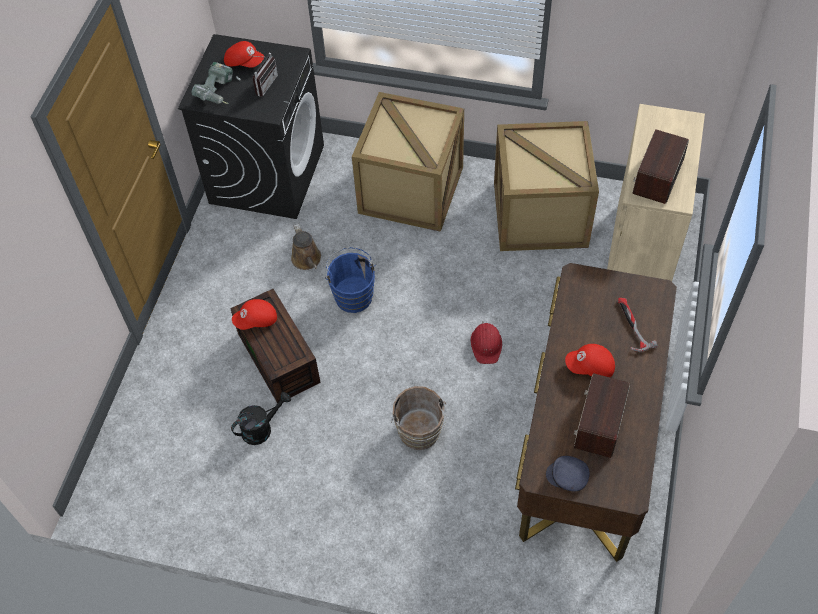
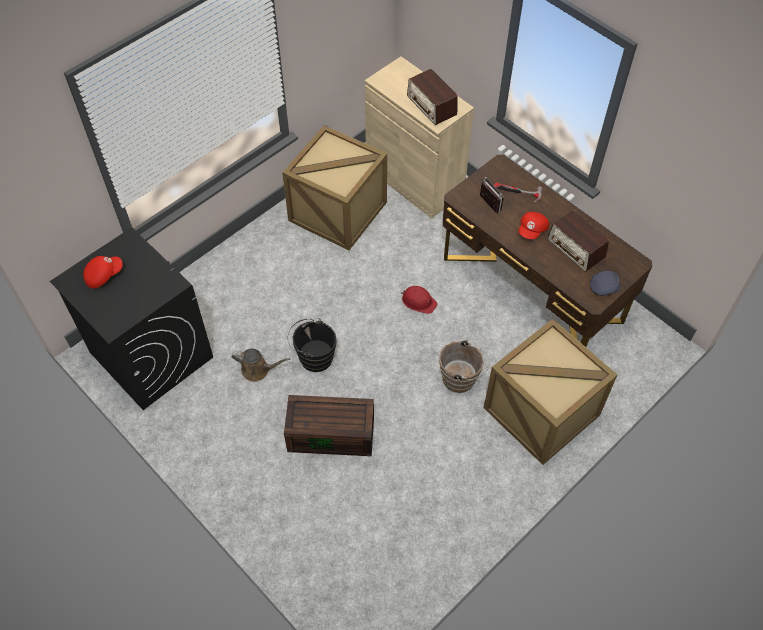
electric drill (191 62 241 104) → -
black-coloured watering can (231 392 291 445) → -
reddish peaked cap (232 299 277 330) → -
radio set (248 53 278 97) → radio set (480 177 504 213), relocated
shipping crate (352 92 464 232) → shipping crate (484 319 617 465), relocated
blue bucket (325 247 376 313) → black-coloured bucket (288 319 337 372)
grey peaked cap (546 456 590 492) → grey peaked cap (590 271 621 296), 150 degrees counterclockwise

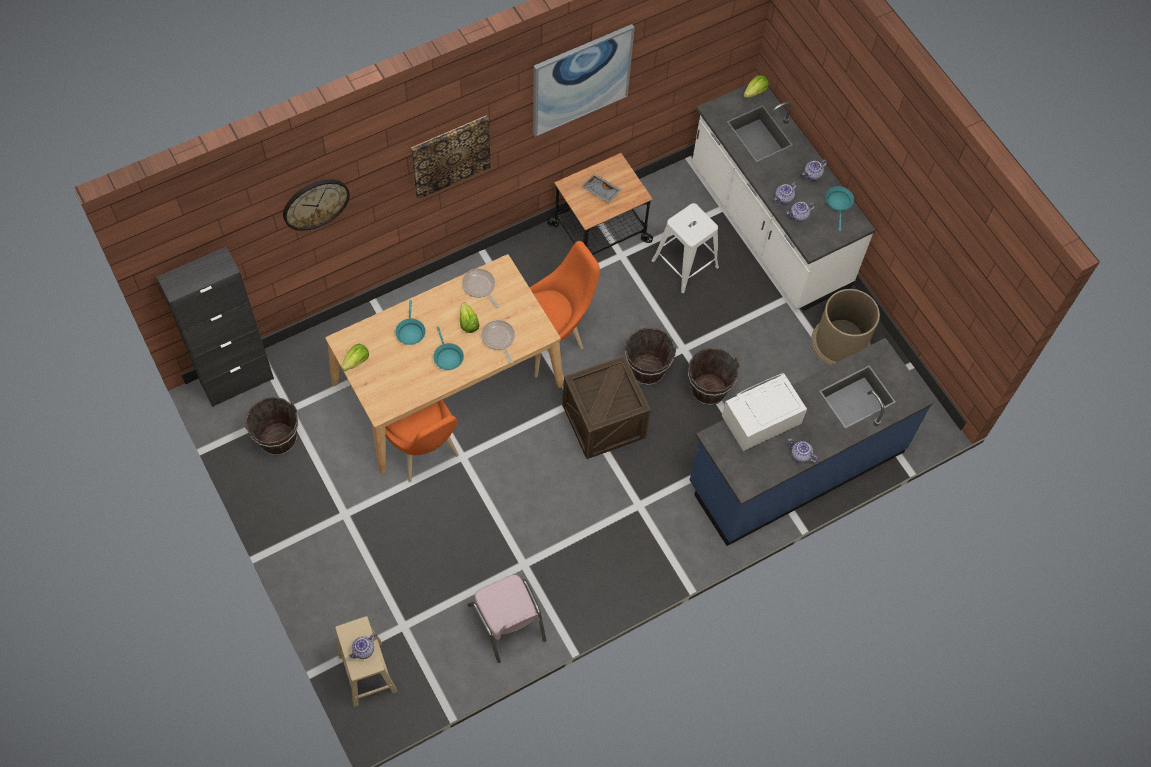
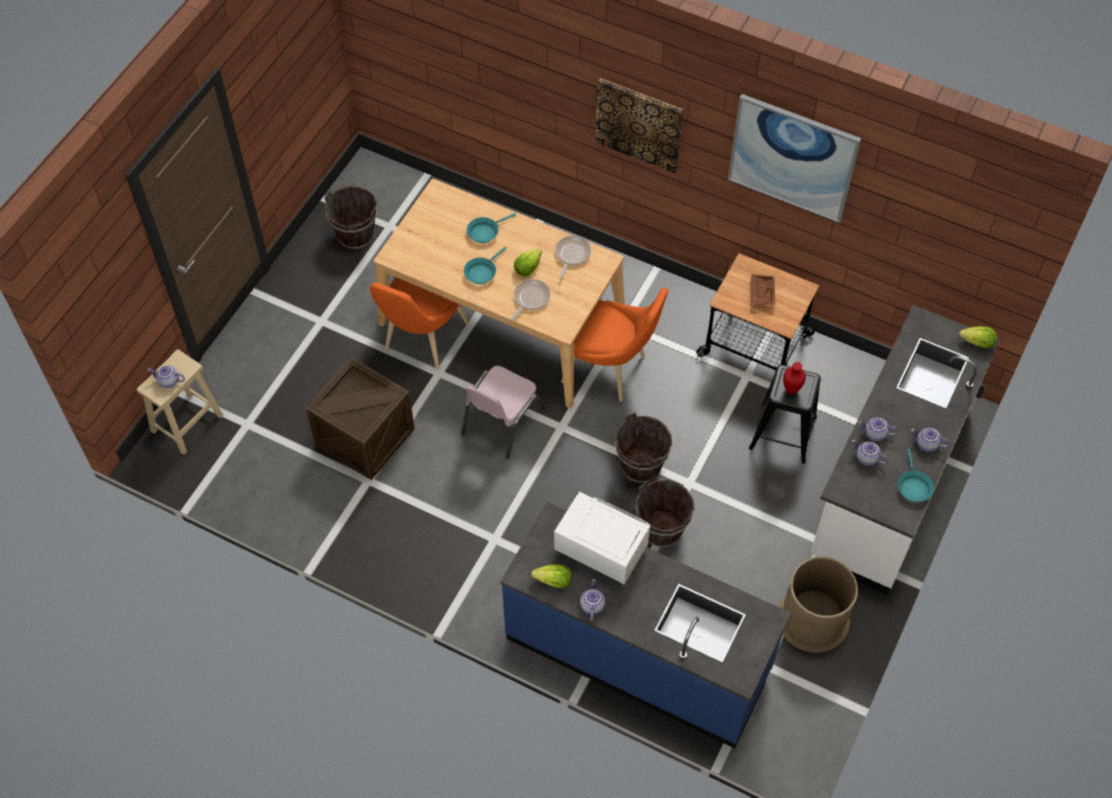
black-coloured storage cabinet (157 247 274 407) → -
hanging clock (283 180 350 231) → -
- → reddish vase (783 362 806 394)
lettuce (341 344 369 371) → lettuce (531 565 572 588), relocated
pink-coloured chair (468 575 546 663) → pink-coloured chair (461 366 546 459), relocated
shipping crate (562 355 651 459) → shipping crate (306 357 415 480), relocated
grey tray (581 174 622 203) → brown-coloured tray (751 274 775 306)
white sitting stool (651 203 719 294) → black-coloured sitting stool (749 365 821 464)
turquoise pan (825 186 854 232) → turquoise pan (898 449 934 502), 120 degrees clockwise

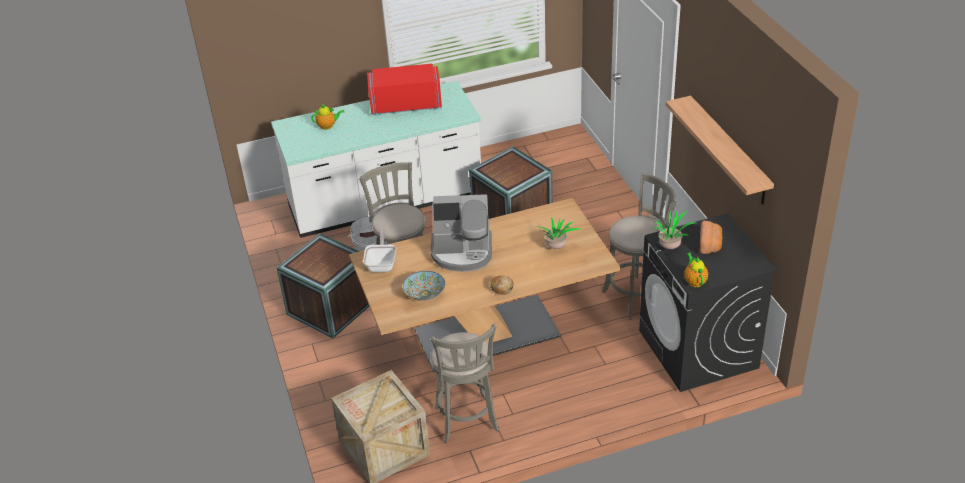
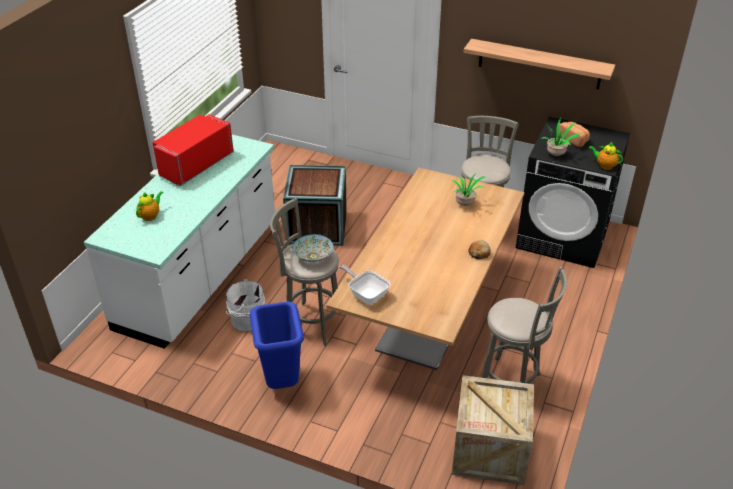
coffee machine (431 194 492 272) → -
bowl (403 271 445 301) → bowl (292 234 334 262), relocated
shipping crate (276 233 370 338) → blue rubbish bin (250 301 304 389)

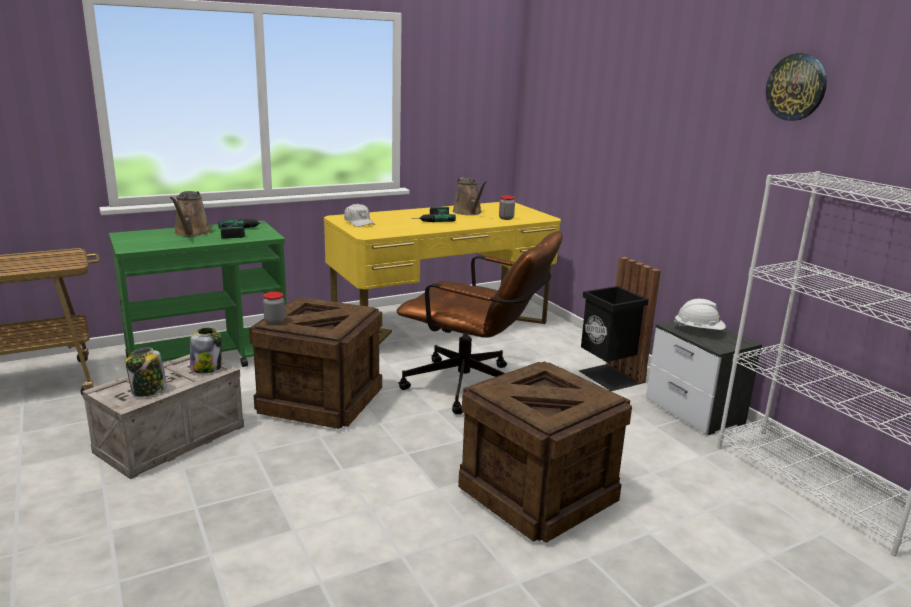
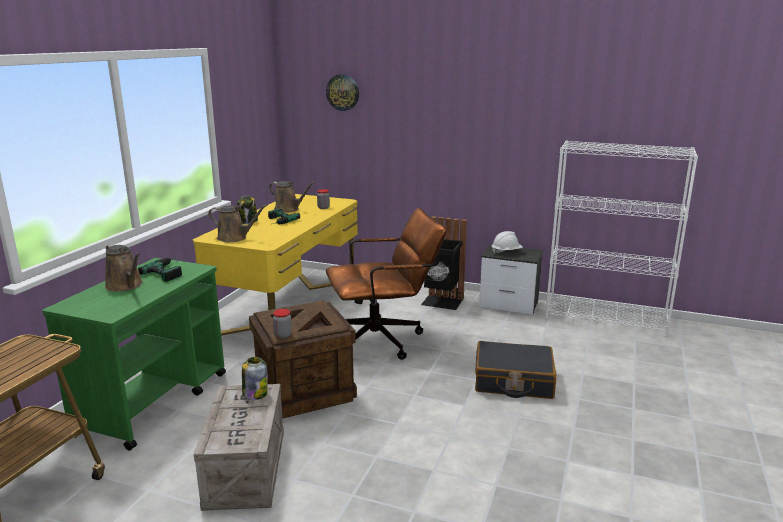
preserve jar (125 347 167 397) → preserve jar (237 195 258 224), relocated
hanging clock (766 53 827 121) → hanging clock (326 74 359 111), relocated
white peaked cap (344 203 375 227) → brown-coloured watering can (208 204 268 242)
shipping crate (458 361 632 543) → black-coloured travel case (475 341 557 399)

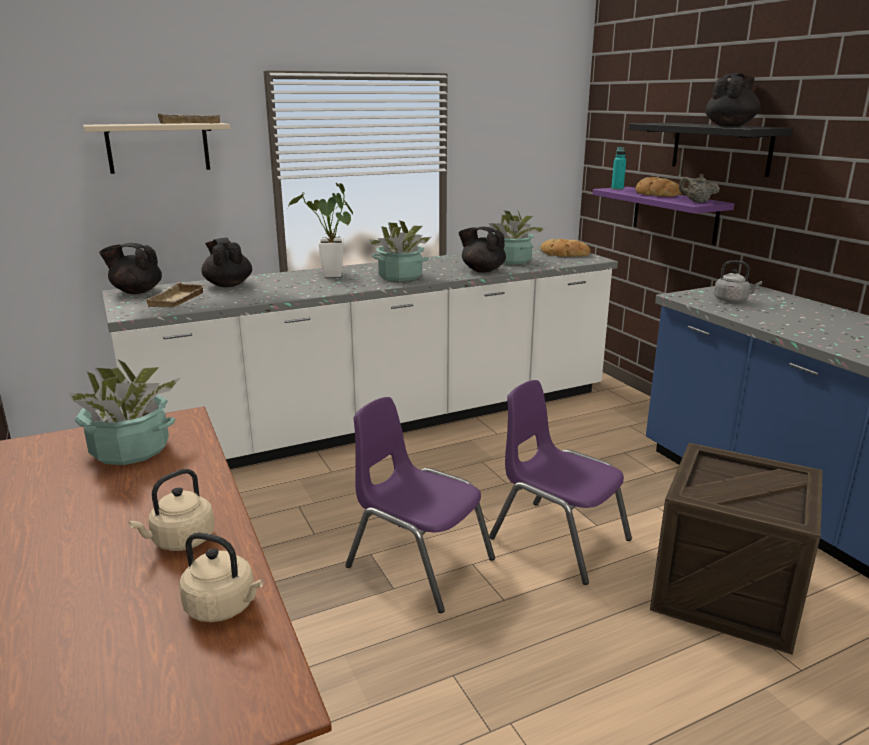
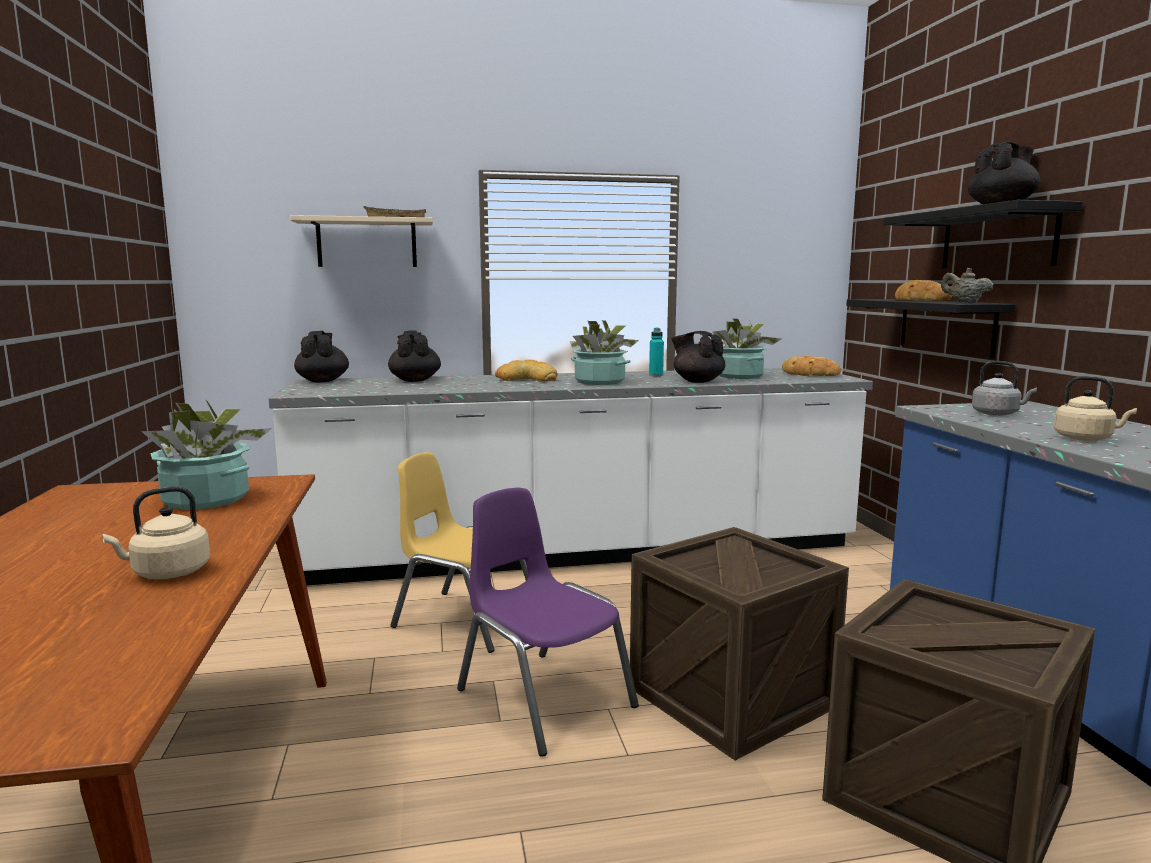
beige-coloured tray (144 282 206 307) → -
- → yellowish chair (390 452 528 653)
beige-coloured tea kettle (179 533 263 622) → beige-coloured tea kettle (1054 376 1137 441), relocated
turquoise drink bottle (611 147 626 190) → turquoise drink bottle (649 328 664 376), relocated
potted plant (289 183 353 277) → bread (495 360 558 382)
purplish chair (489 380 632 585) → shipping crate (630 527 849 760)
purplish shelf (592 187 734 245) → black-coloured shelf (846 299 1016 358)
black-coloured pot for tea (99 243 162 294) → black-coloured pot for tea (294 331 349 383), 60 degrees clockwise

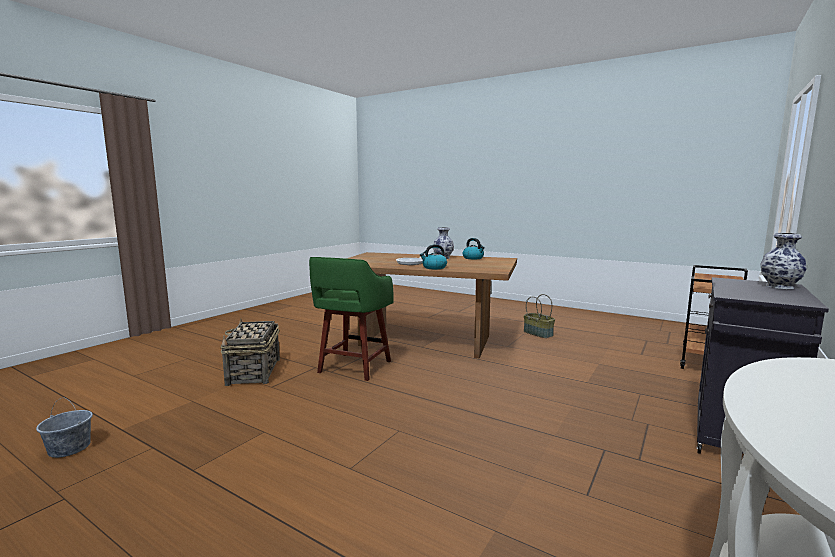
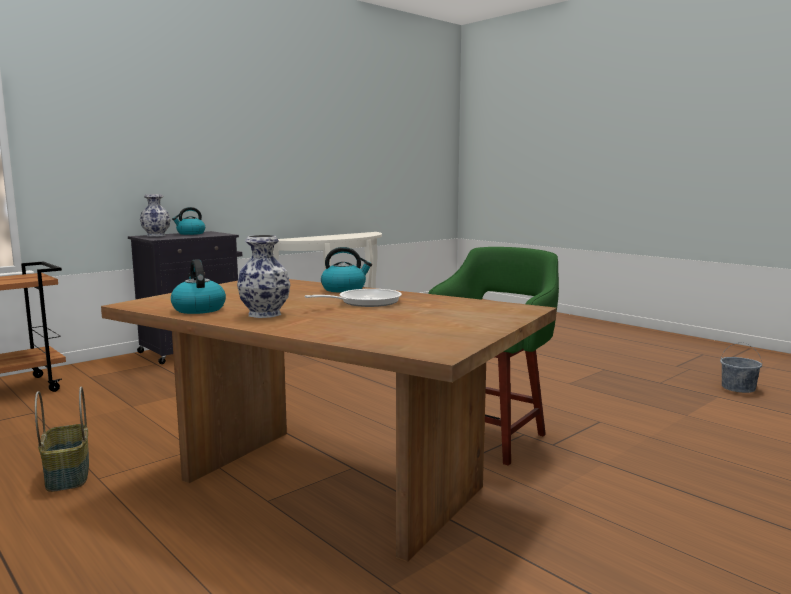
household basket (220 319 280 386) → -
- → tea kettle (172 207 205 235)

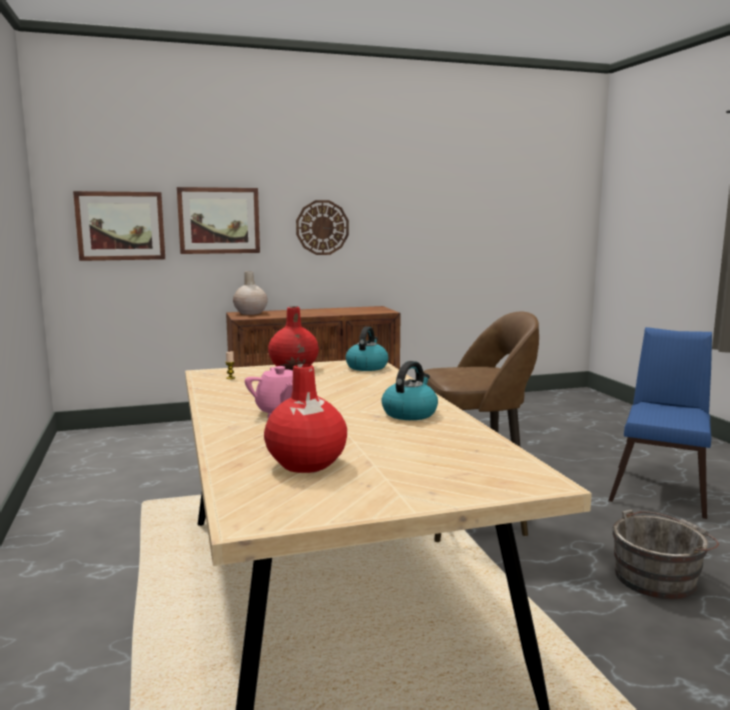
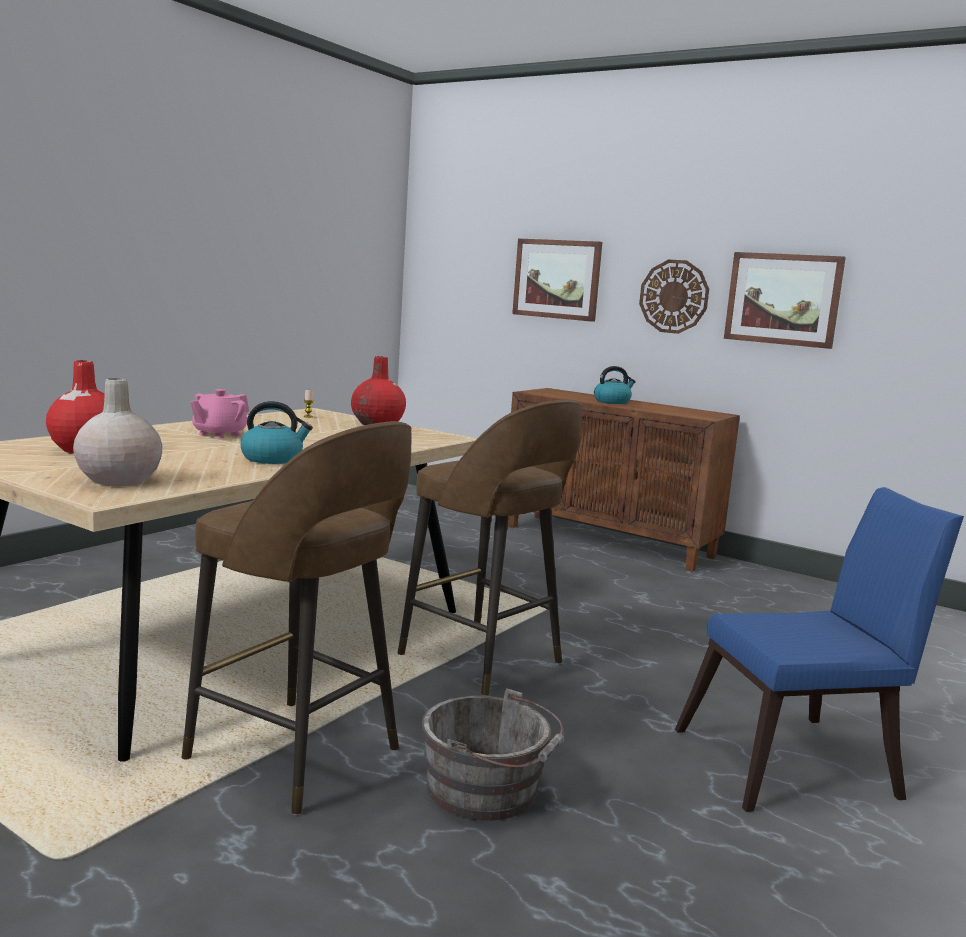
- → brown-coloured sitting stool (182 421 412 815)
wall art (73 191 165 261) → wall art (724 252 846 349), relocated
beige-coloured vase (233 271 268 315) → beige-coloured vase (73 378 162 486), relocated
tea kettle (345 327 389 371) → tea kettle (594 366 636 404), relocated

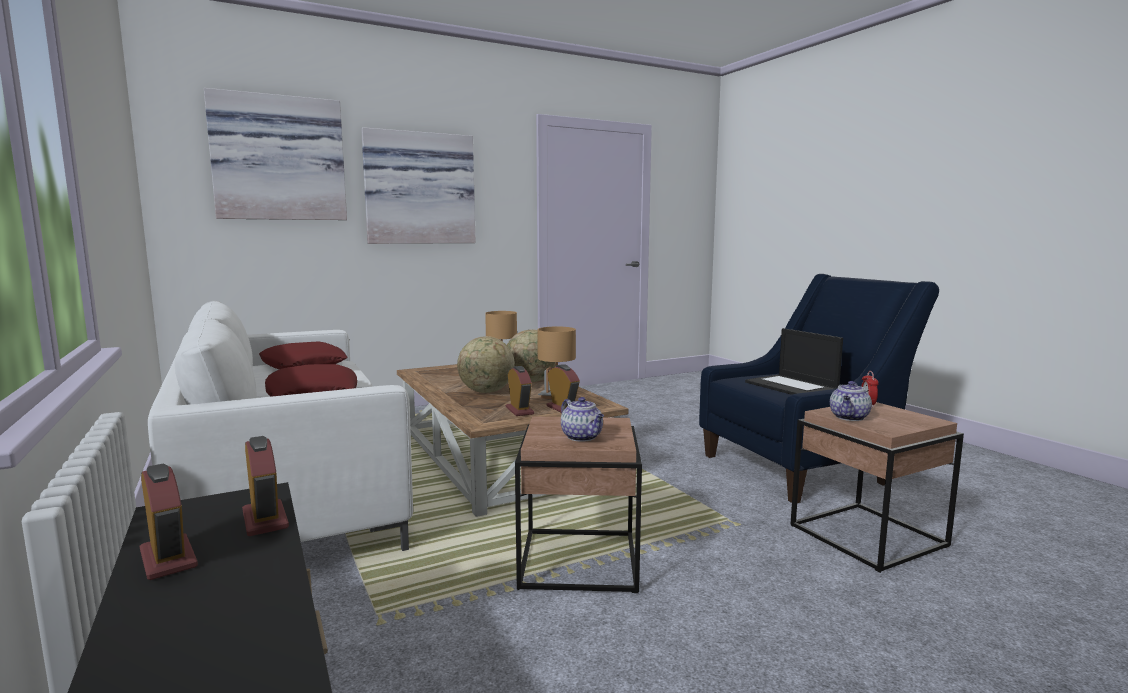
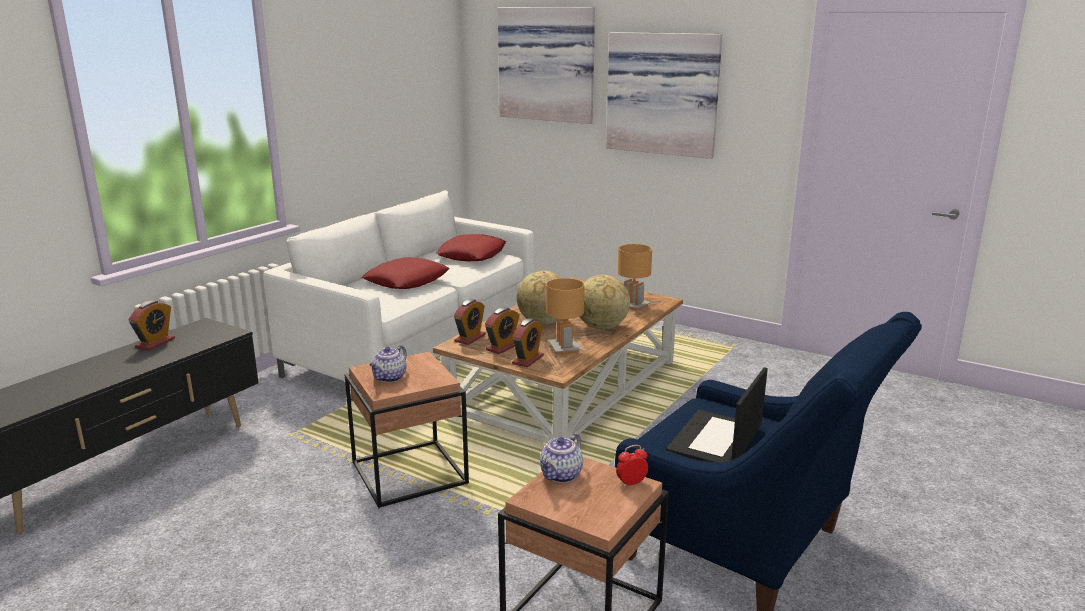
table clock (242 436 289 536) → table clock (454 299 486 345), relocated
pot for tea (830 381 872 421) → pot for tea (540 433 583 483), 60 degrees counterclockwise

